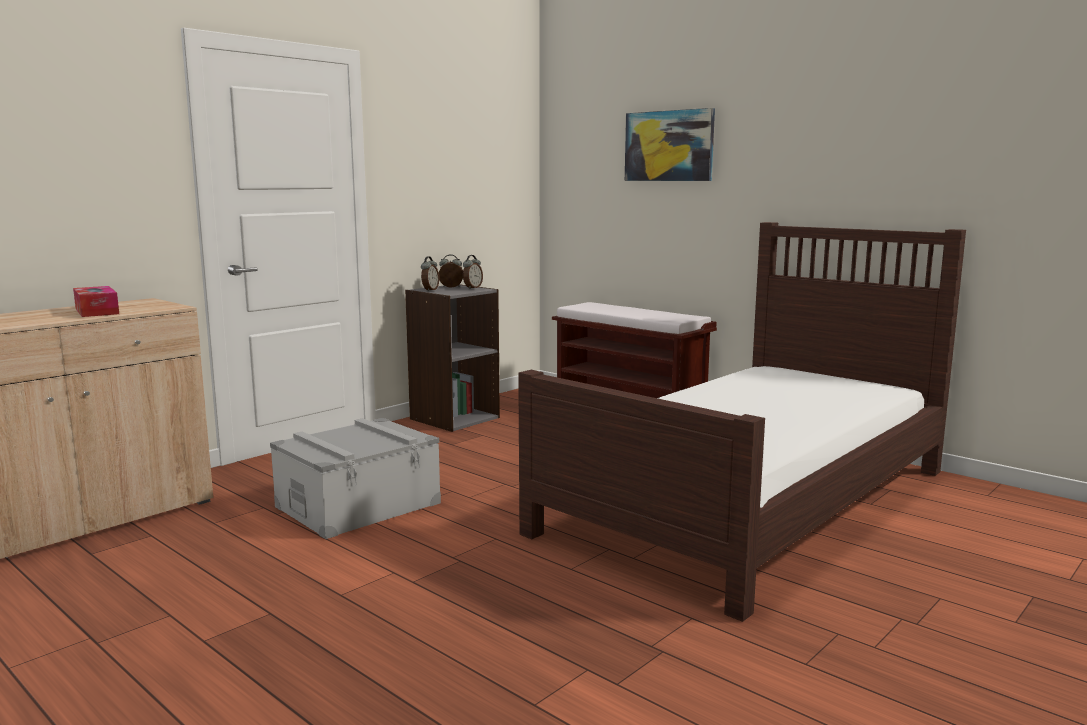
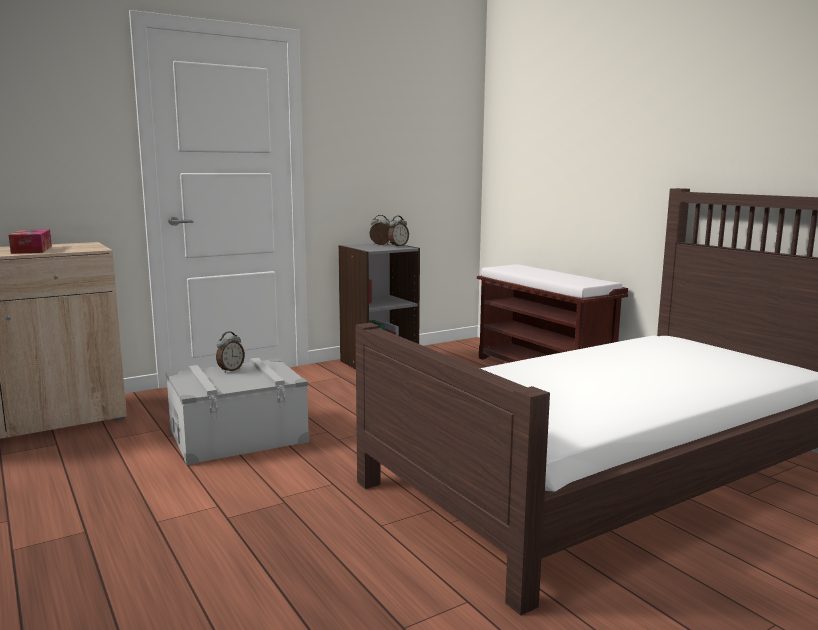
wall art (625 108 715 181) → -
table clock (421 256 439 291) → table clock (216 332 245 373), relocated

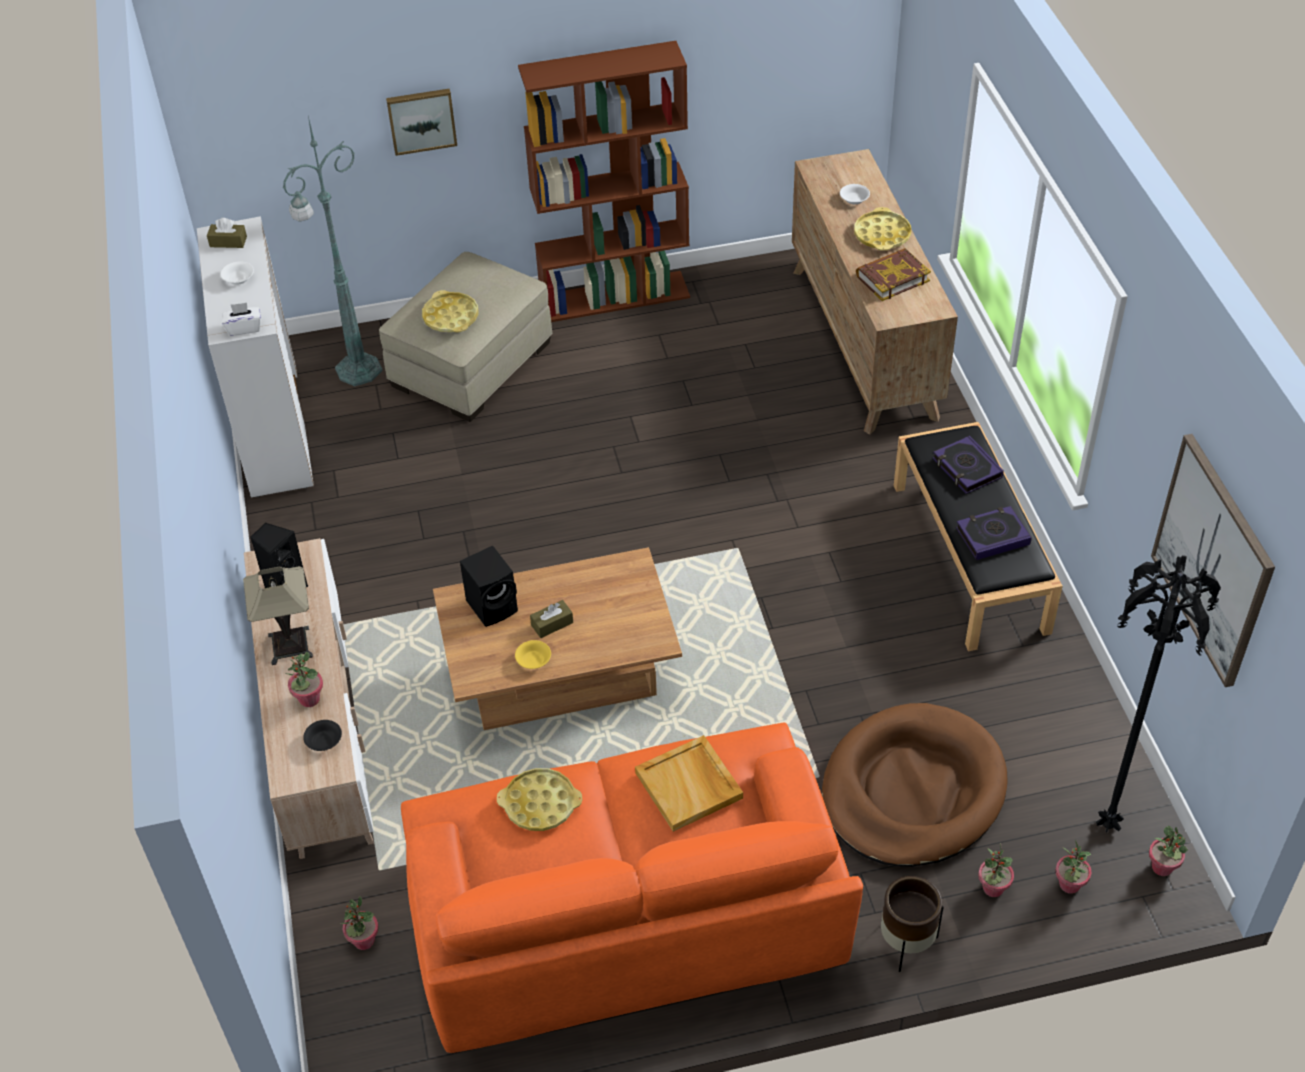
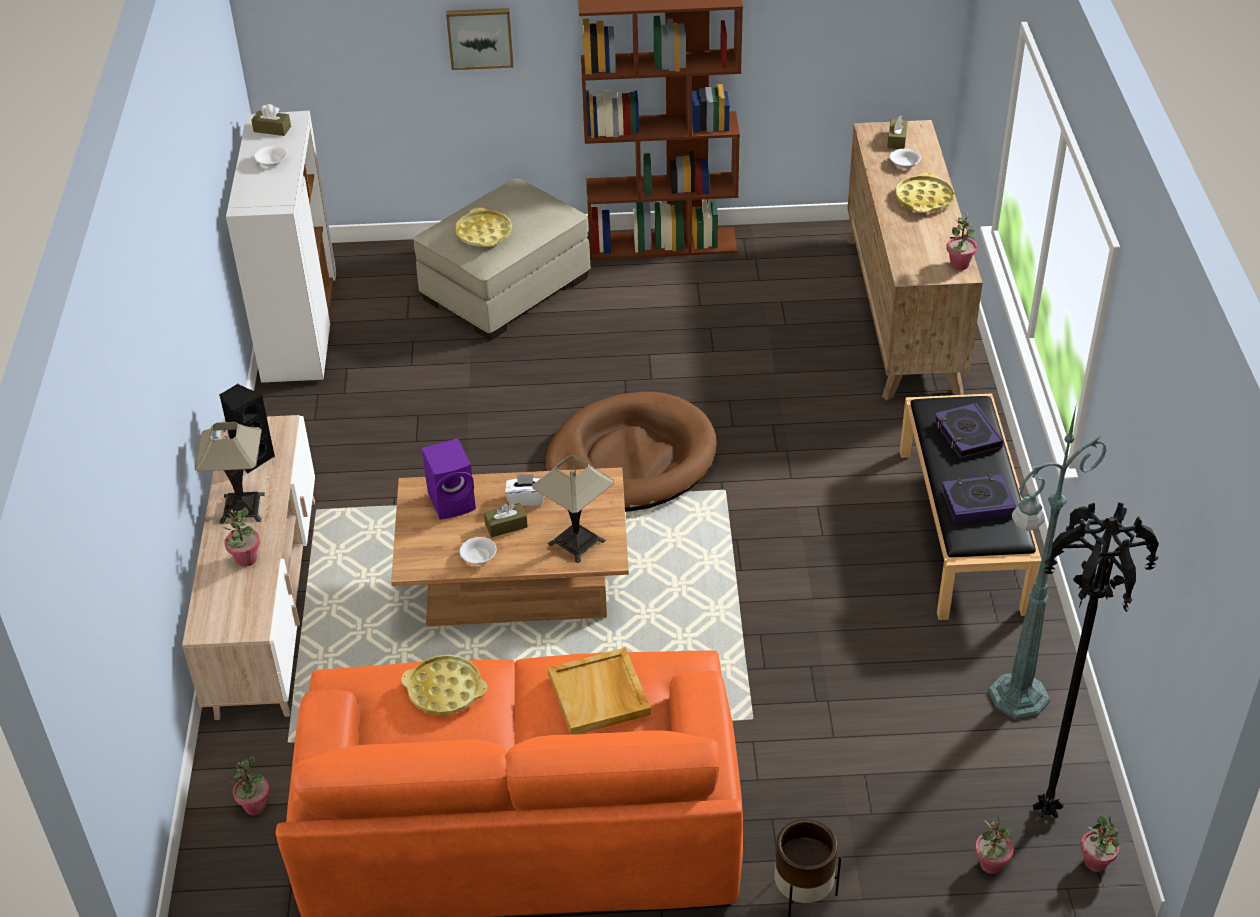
black-coloured bowl (303 720 342 751) → -
volume (856 248 931 301) → -
wall art (1151 434 1275 687) → -
- → table lamp (532 455 614 563)
- → brown-coloured tissue holder (887 116 908 149)
white tissue holder (222 303 261 336) → white tissue holder (505 474 544 506), relocated
green-coloured standard lamp (283 116 383 386) → green-coloured standard lamp (988 407 1107 720), relocated
brown-coloured dog bed (822 703 1008 867) → brown-coloured dog bed (546 392 717 512), relocated
potted plant (978 843 1014 897) → potted plant (946 213 977 270), relocated
black-coloured speaker (460 546 518 627) → purplish speaker (422 438 476 519)
yellowish bowl (515 640 551 669) → white bowl (459 537 496 564)

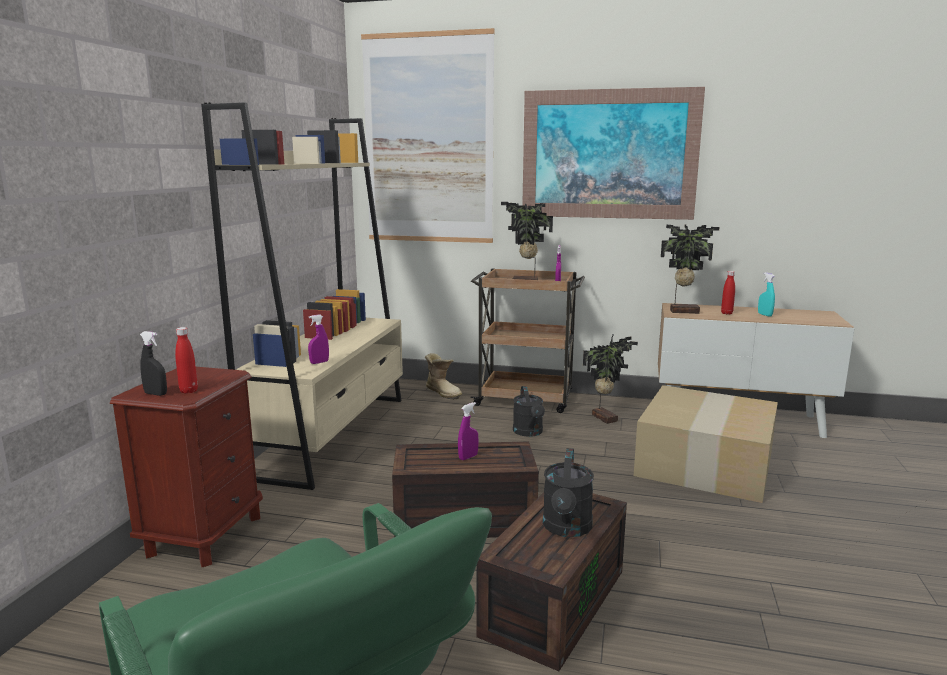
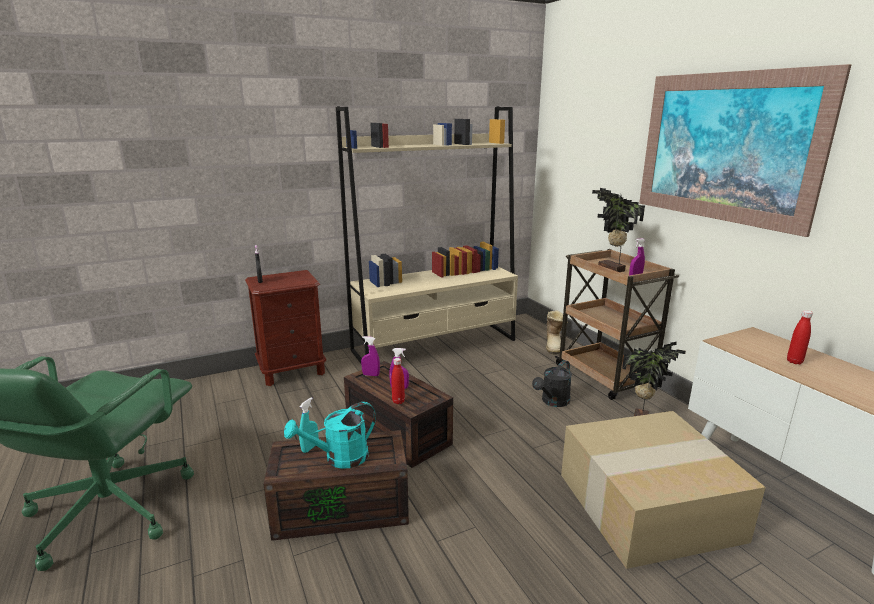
wall art (361 28 495 243) → -
potted plant (661 224 719 314) → -
reddish drink bottle (175 327 198 394) → reddish drink bottle (392 358 405 404), relocated
purplish sprayer (308 314 329 364) → purplish sprayer (361 336 380 376), relocated
turquoise sprayer (758 272 775 317) → turquoise sprayer (299 397 319 453), relocated
black-coloured watering can (543 448 594 537) → turquoise watering can (284 402 376 469)

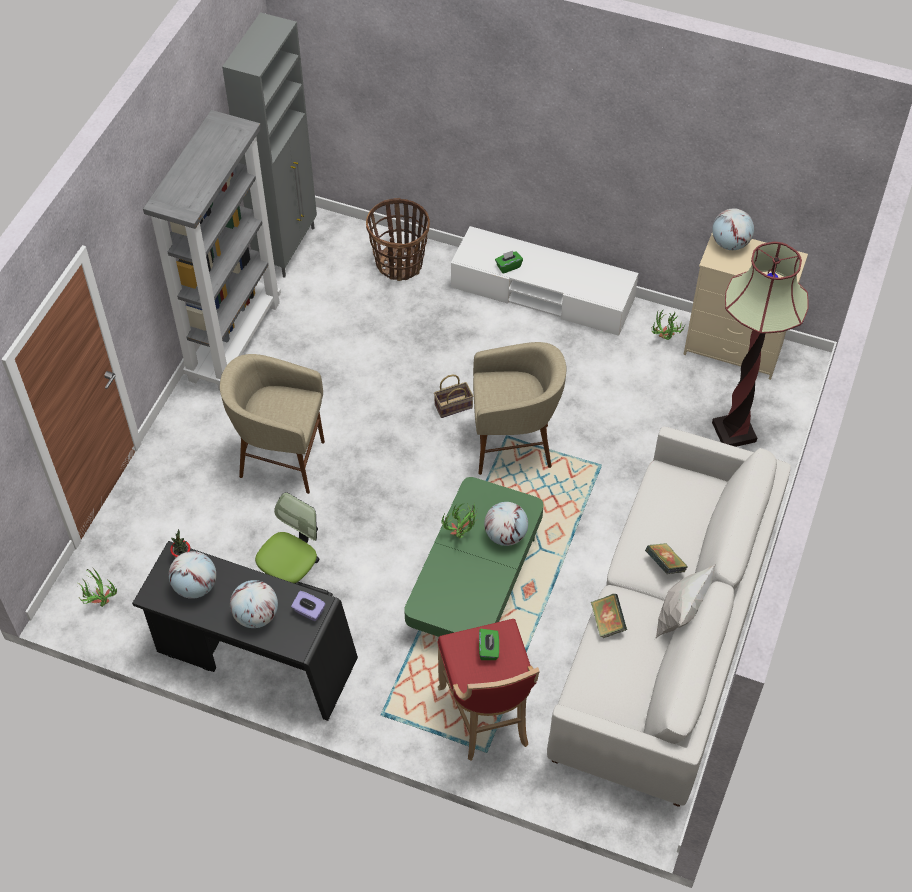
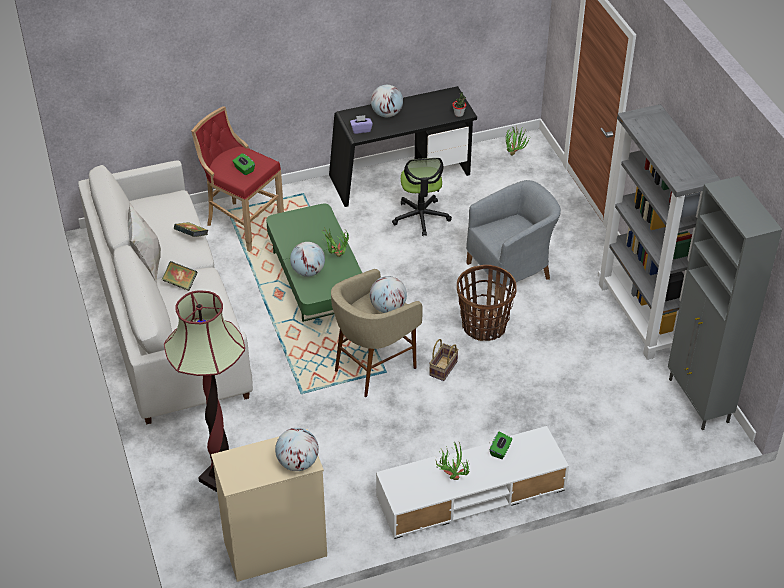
world globe (169 551 216 599) → world globe (370 276 407 313), relocated
household basket (366 198 430 281) → household basket (457 265 517 341), relocated
potted plant (652 310 685 340) → potted plant (435 442 470 480), relocated
beige-coloured sitting stool (220 354 325 494) → grey lounge chair (466 180 561 298)

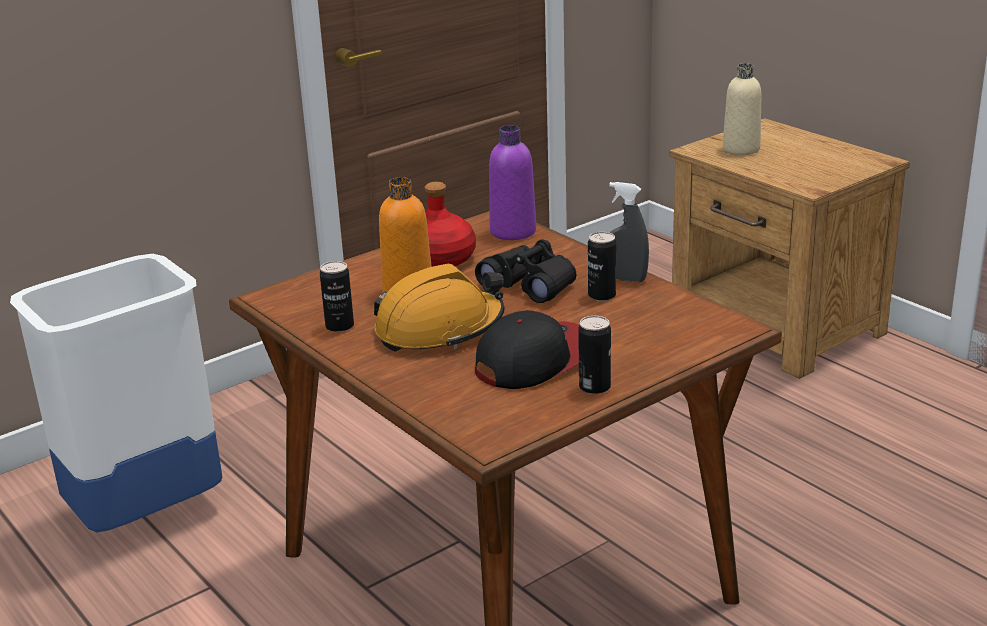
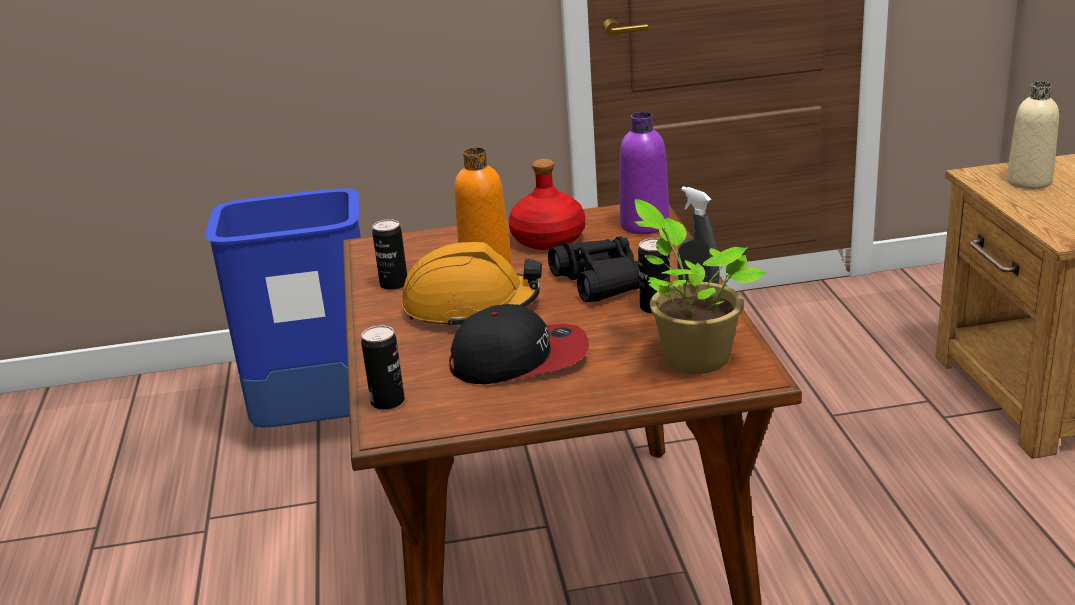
- → potted plant (635 199 766 374)
sealed can (578 316 611 394) → sealed can (361 325 405 410), relocated
white rubbish bin (10 254 223 532) → blue rubbish bin (204 188 361 428)

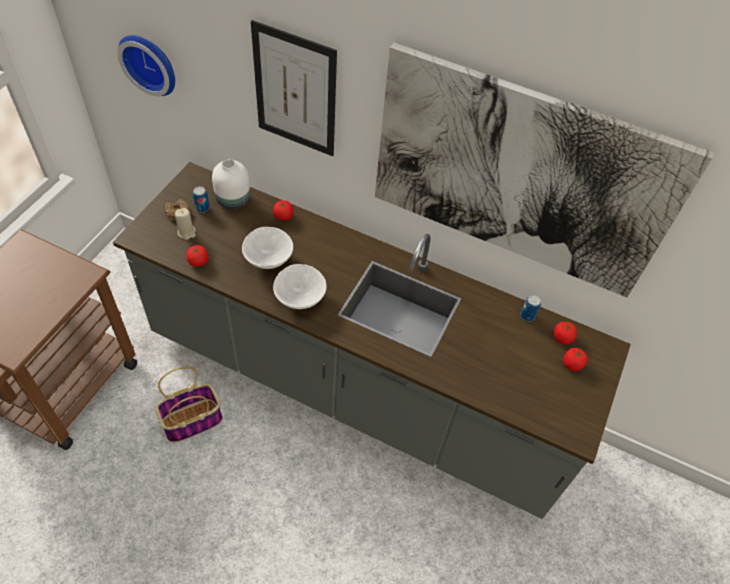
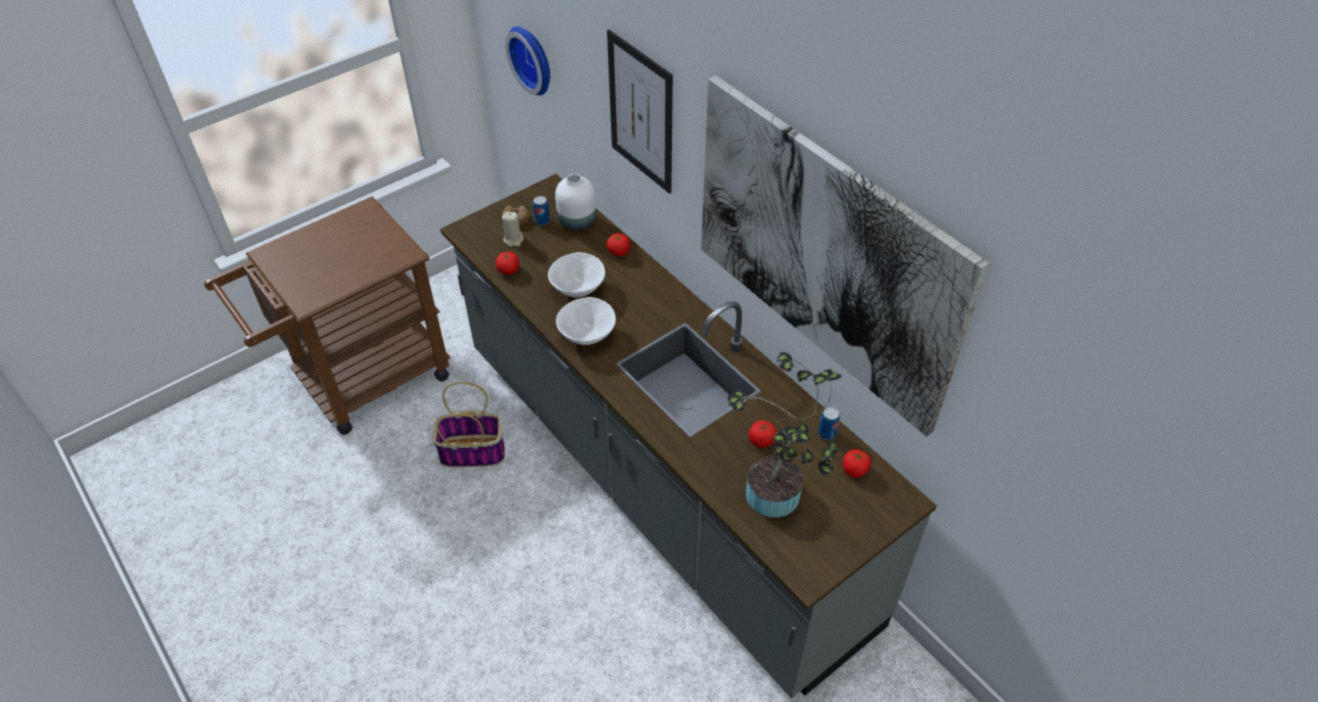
- → potted plant (728 352 842 518)
tomato (563 348 588 371) → tomato (748 420 777 448), relocated

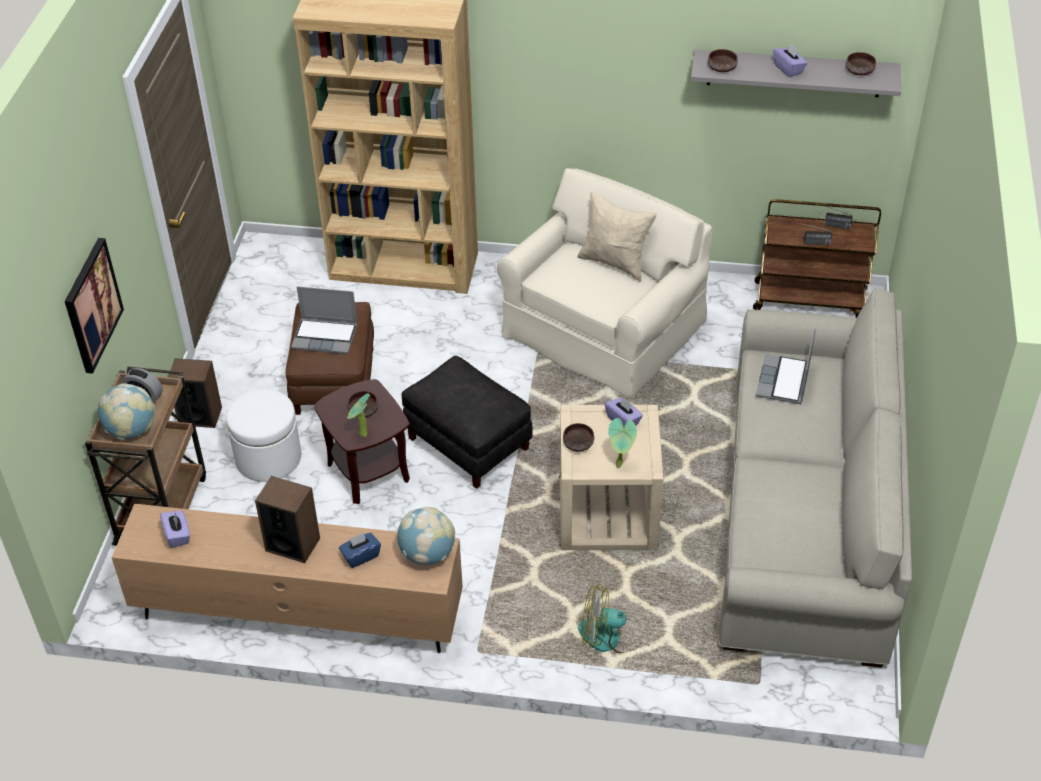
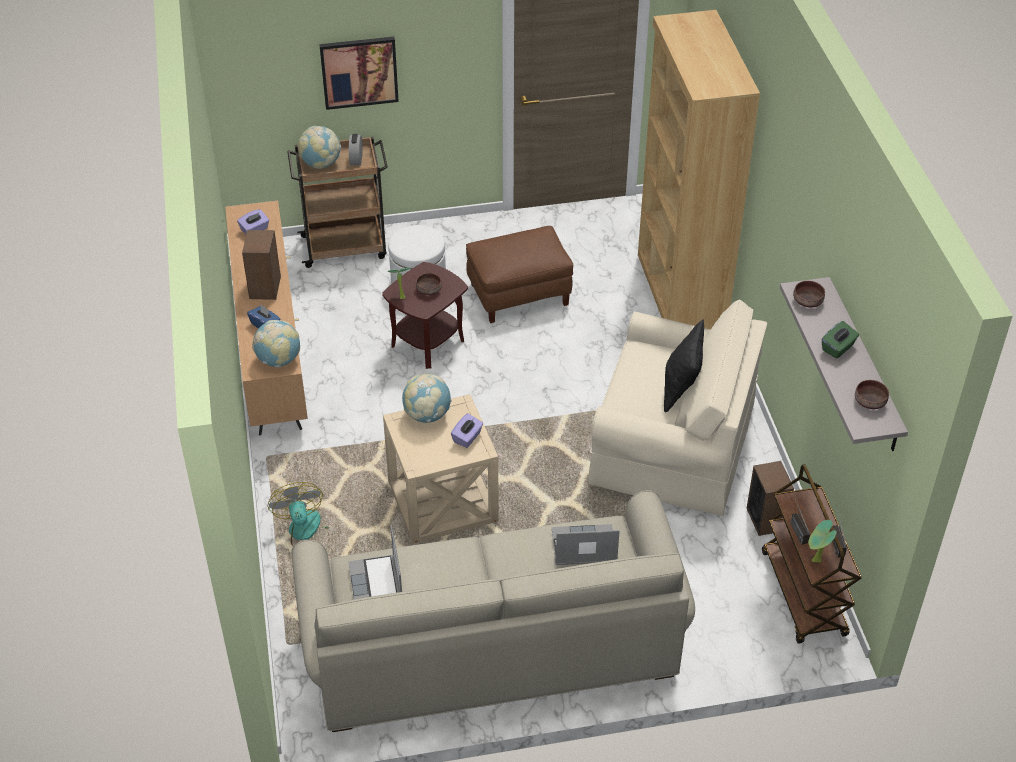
black-coloured ottoman (402 356 533 489) → -
speaker (168 358 222 428) → speaker (747 461 794 536), relocated
notebook computer (291 286 358 354) → notebook computer (348 526 402 600), relocated
potted plant (608 418 637 468) → potted plant (808 520 837 562), relocated
brown-coloured bowl (563 423 594 452) → world globe (402 374 452 423)
beige-coloured pillow (577 192 657 281) → black-coloured pillow (664 318 704 412)
purplish tissue holder (773 44 807 77) → green-coloured tissue holder (822 321 859 359)

